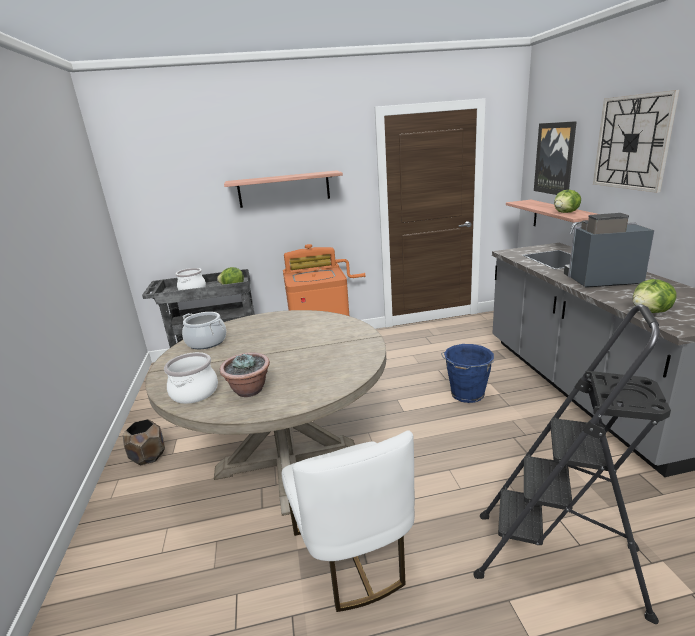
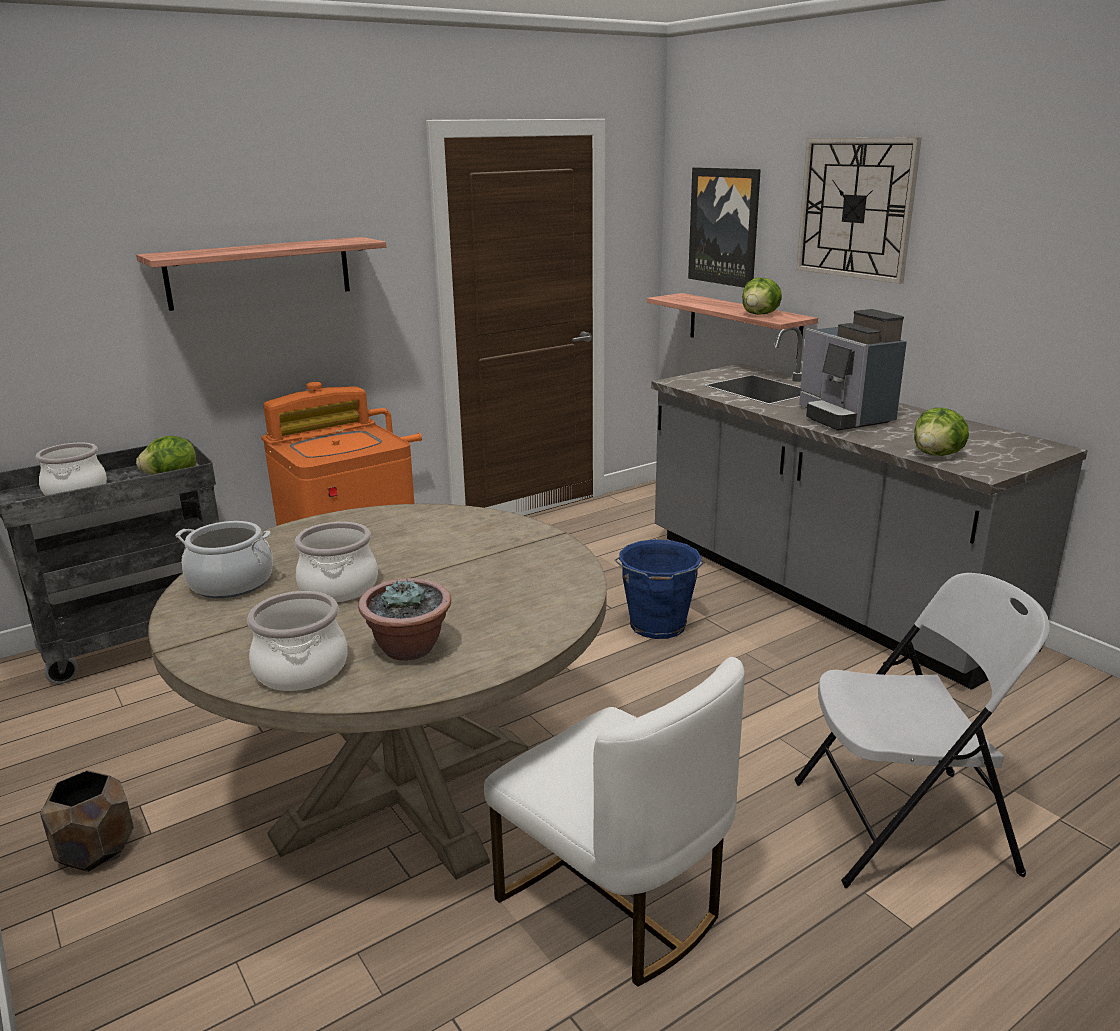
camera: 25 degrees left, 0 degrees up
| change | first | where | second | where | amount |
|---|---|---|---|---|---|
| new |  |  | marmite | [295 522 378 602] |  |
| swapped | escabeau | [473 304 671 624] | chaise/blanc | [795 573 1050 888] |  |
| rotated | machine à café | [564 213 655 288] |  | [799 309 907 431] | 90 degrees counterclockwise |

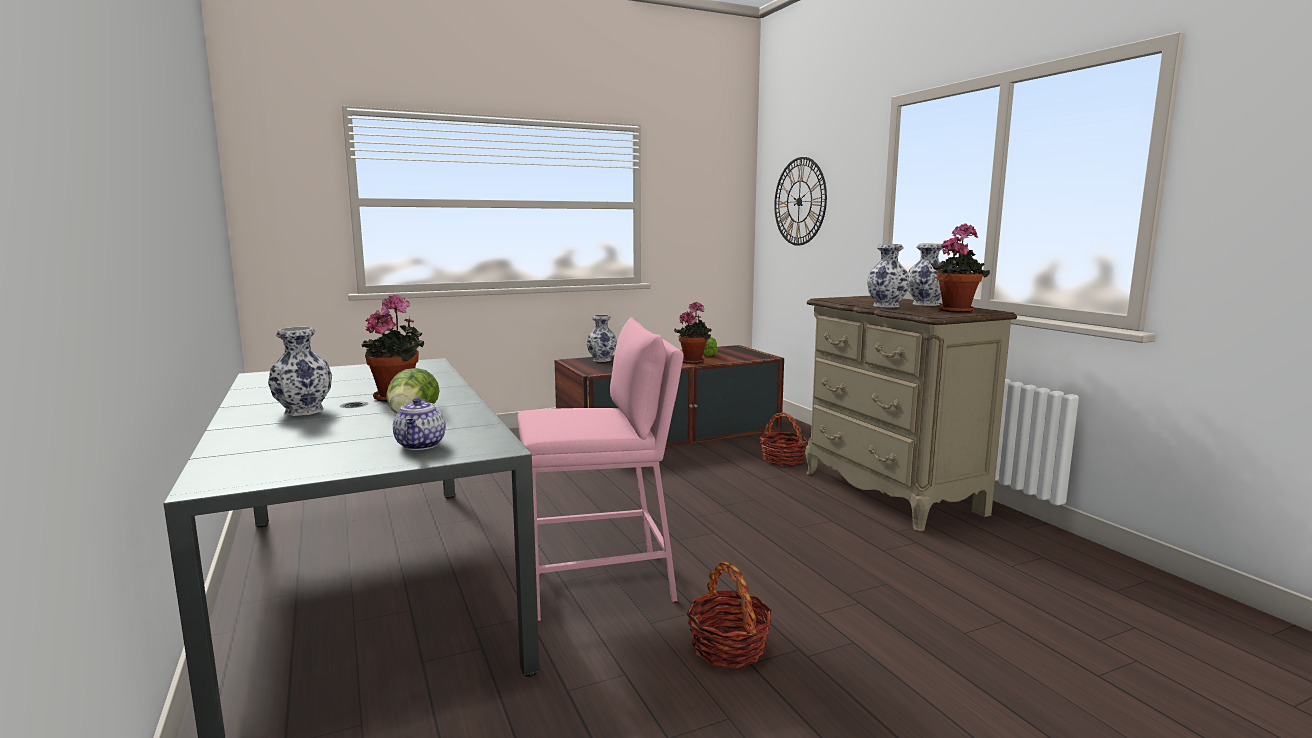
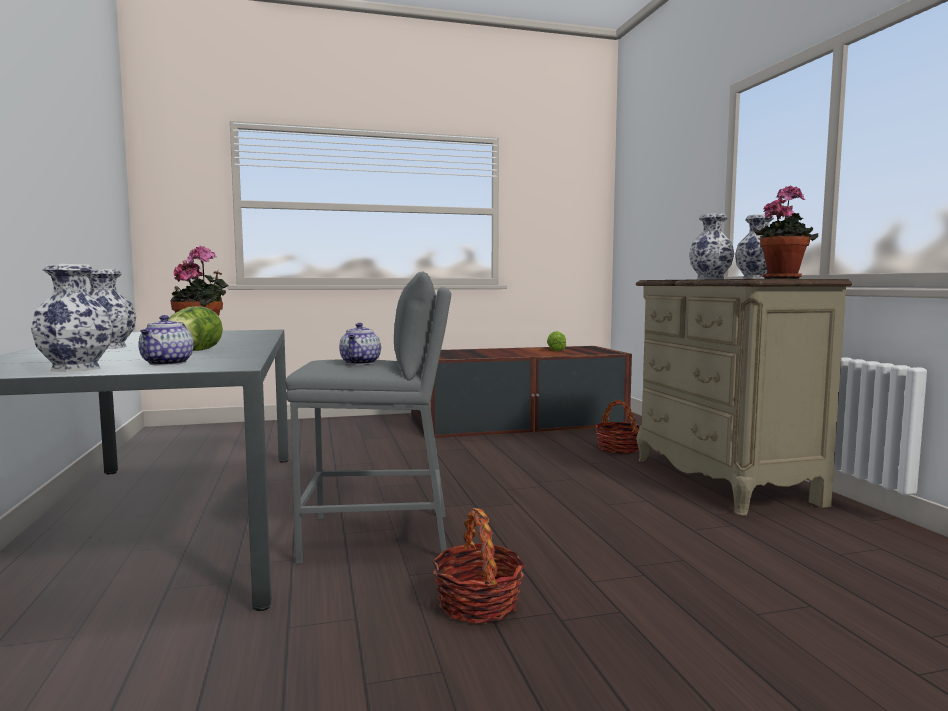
camera: 10 degrees right, 5 degrees down
| change | first | where | second | where | amount |
|---|---|---|---|---|---|
| gone | plante en pot | [674 302 711 364] |  |  |  |
| gone | horloge murale | [774 157 827 246] |  |  |  |
| new |  |  | théière | [339 323 381 365] |  |
| shifted | vase | [587 315 617 362] |  | [31 264 113 372] |  |
| repainted | tabouret/rose | [518 317 684 621] | tabouret/gris | [285 271 451 564] |  |

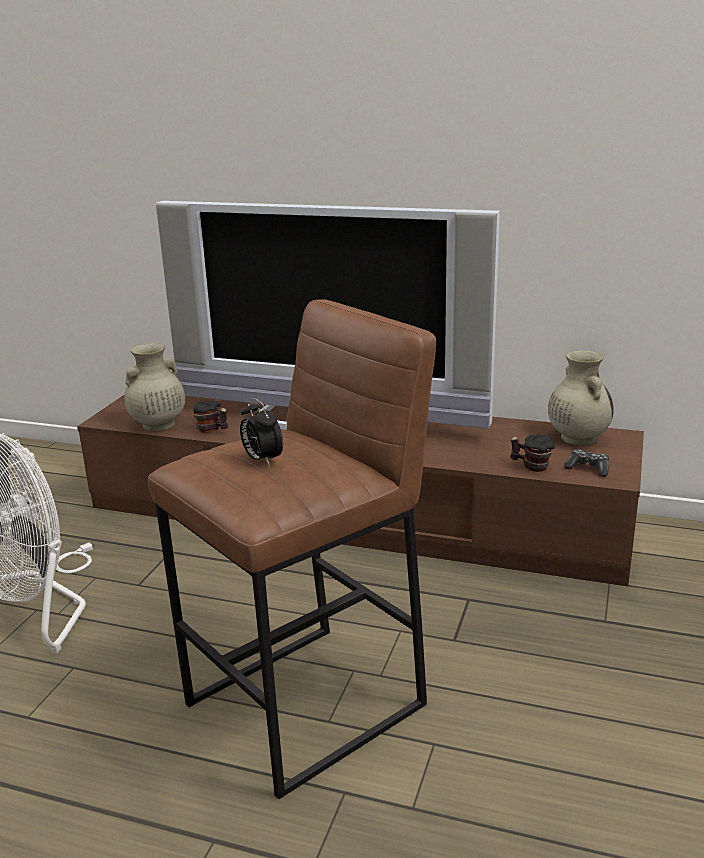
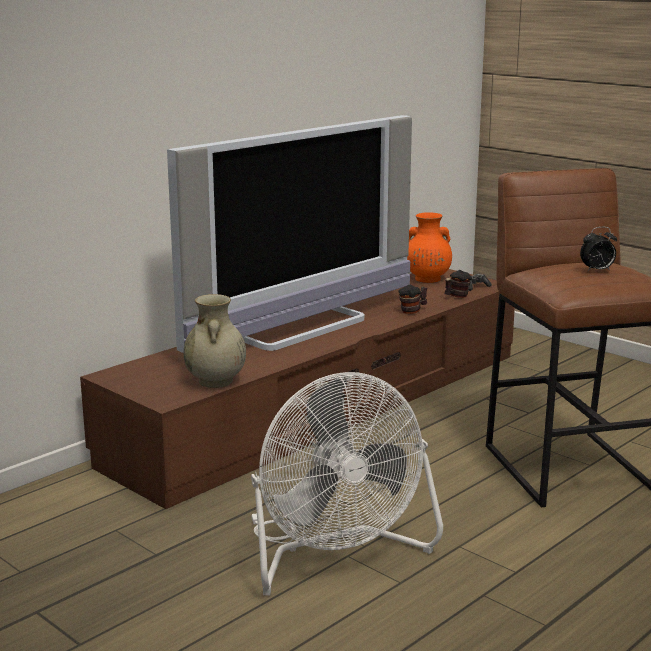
camera: 65 degrees left, 5 degrees down
| change | first | where | second | where | amount |
|---|---|---|---|---|---|
| shifted | mug | [193 401 228 433] |  | [398 285 427 314] |  |
| repainted | vase/beige | [548 350 614 445] | vase/orange | [407 212 452 283] |  |

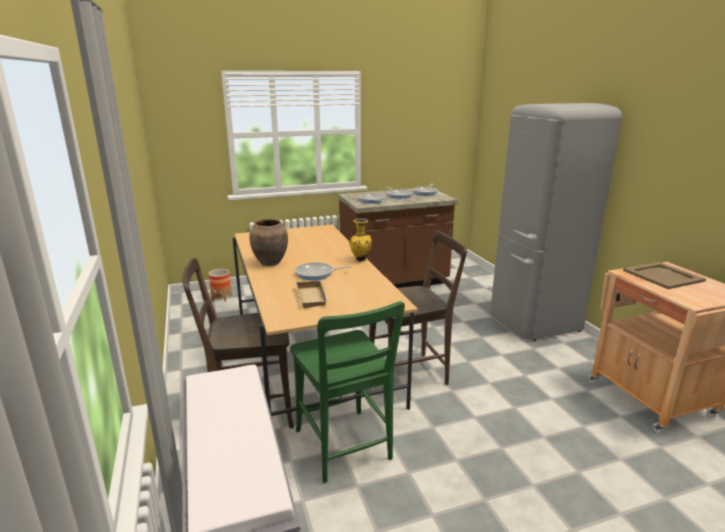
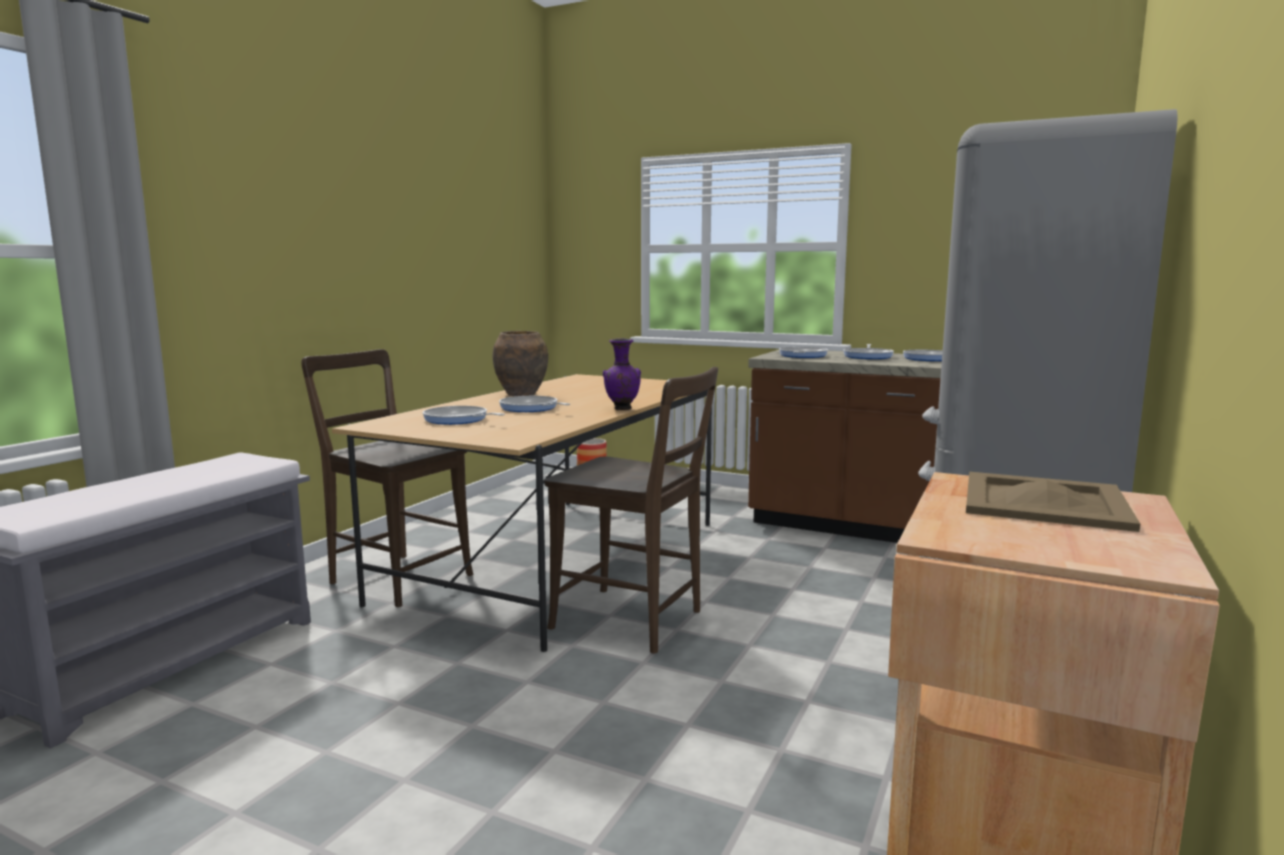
camera: 45 degrees right, 10 degrees down
| change | first | where | second | where | amount |
|---|---|---|---|---|---|
| gone | chaise/vert | [290 301 405 483] |  |  |  |
| swapped | plateau/beige | [295 280 329 308] | poêle | [422 406 505 425] |  |
| repainted | vase/jaune | [349 218 372 262] | vase/violet | [603 338 641 410] |  |

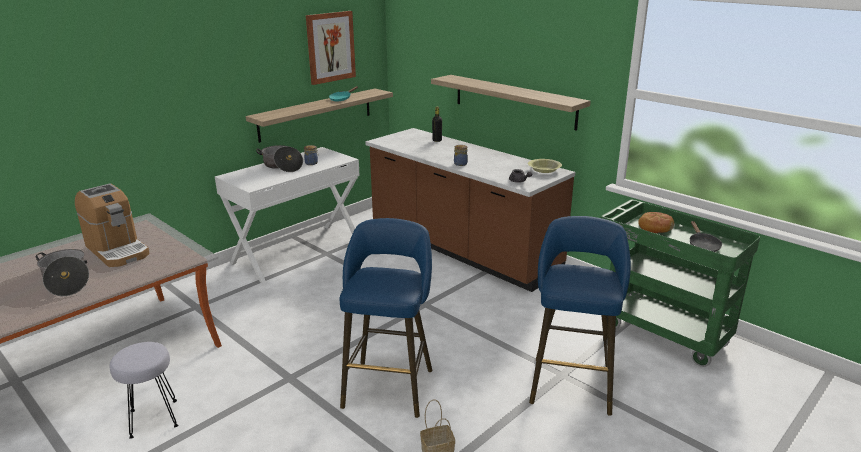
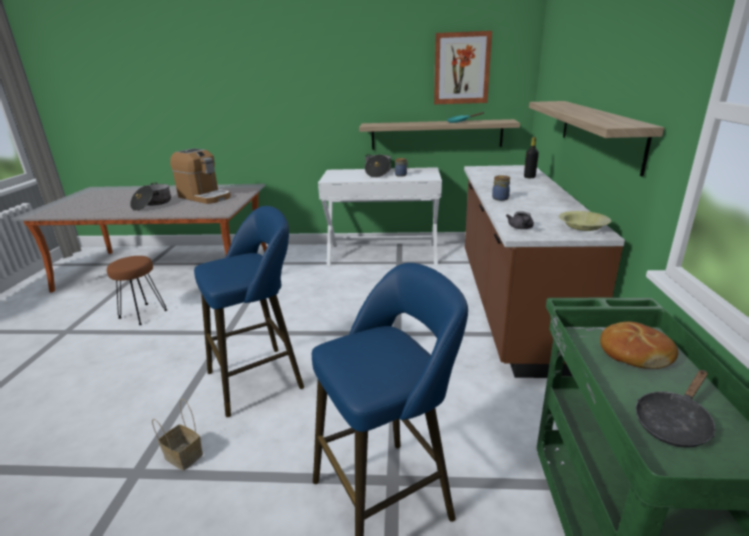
camera: 50 degrees right, 0 degrees up
| change | first | where | second | where | amount |
|---|---|---|---|---|---|
| repainted | tabouret/gris | [110 342 178 439] | tabouret/marron | [107 256 167 325] |  |
| rotated | machine à café | [75 183 150 267] |  | [170 148 231 204] | 60 degrees counterclockwise |

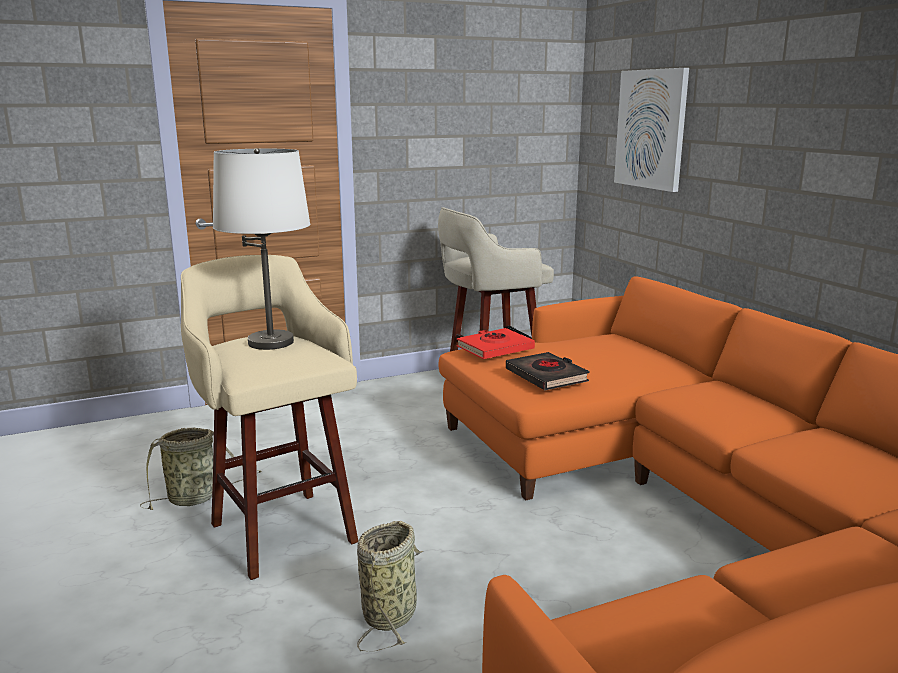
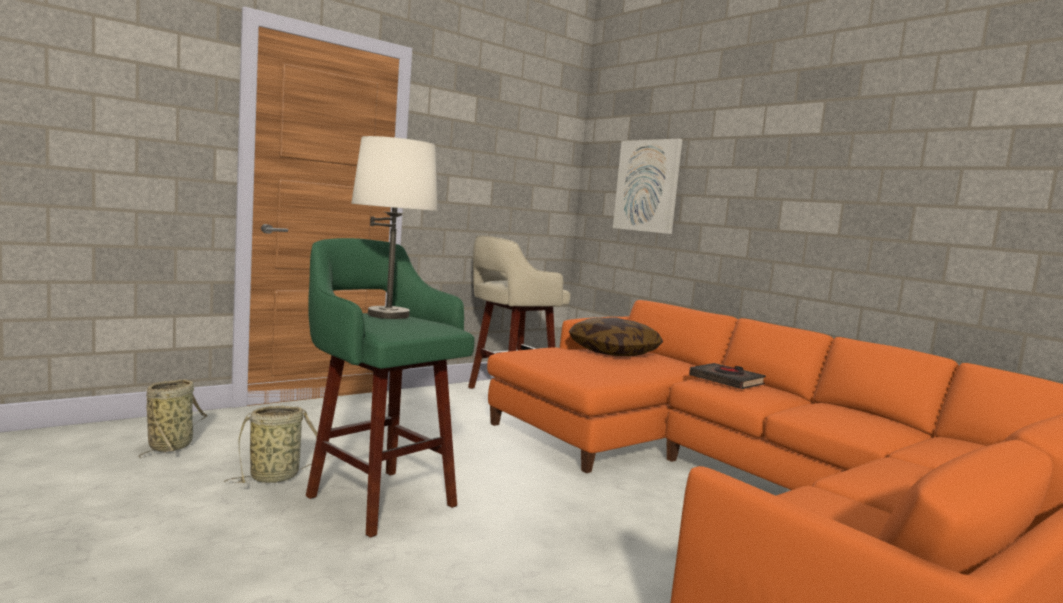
camera: 15 degrees left, 10 degrees down
| change | first | where | second | where | amount |
|---|---|---|---|---|---|
| gone | livre/rouge | [457 328 535 359] |  |  |  |
| new |  |  | coussin | [569 317 663 356] |  |
| shifted | panier | [357 521 423 651] |  | [139 379 207 458] |  |
| shifted | livre/noir | [506 352 590 390] |  | [689 363 766 389] |  |
| repainted | tabouret/beige | [181 255 358 580] | tabouret/vert | [306 238 475 538] |  |

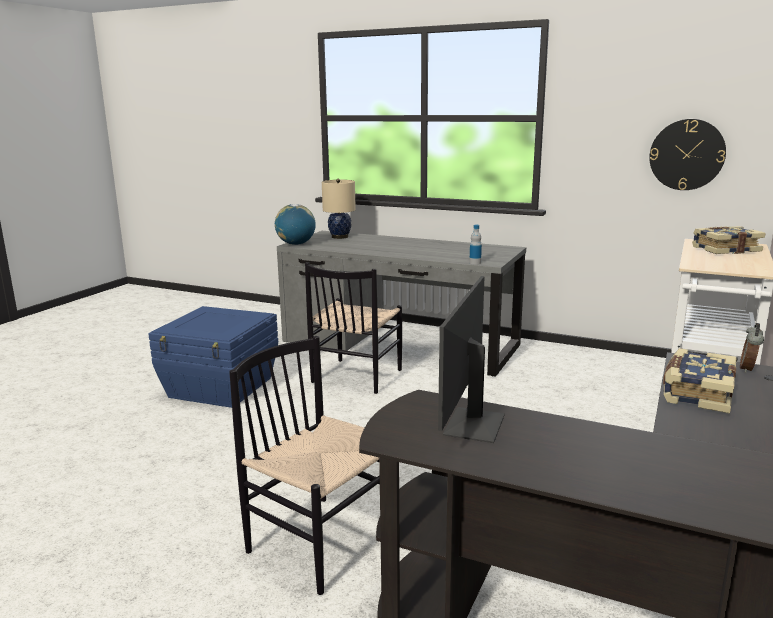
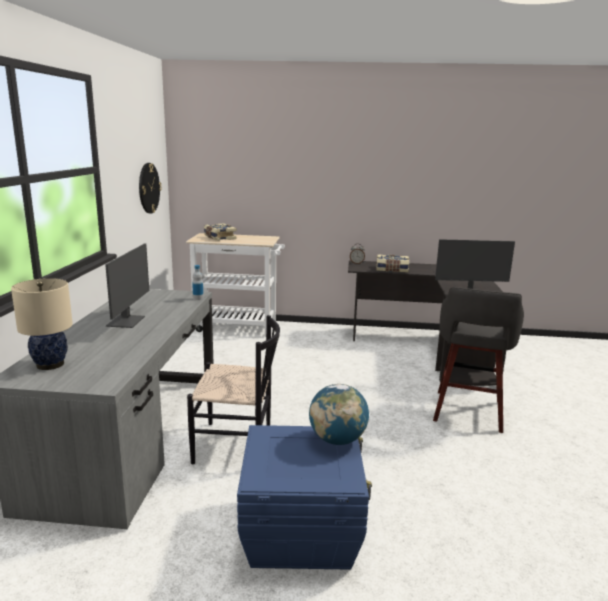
camera: 110 degrees left, 0 degrees up
| change | first | where | second | where | amount |
|---|---|---|---|---|---|
| new |  |  | écran d'ordinateur | [105 243 149 328] |  |
| shifted | globe | [275 204 316 245] |  | [309 384 369 445] |  |
| swapped | chaise/noir | [229 336 380 595] | tabouret/gris | [433 287 524 433] |  |

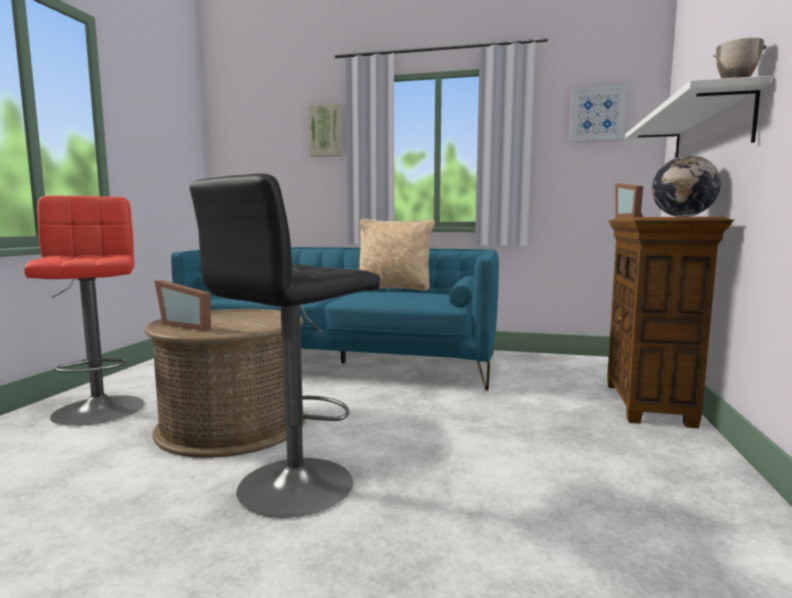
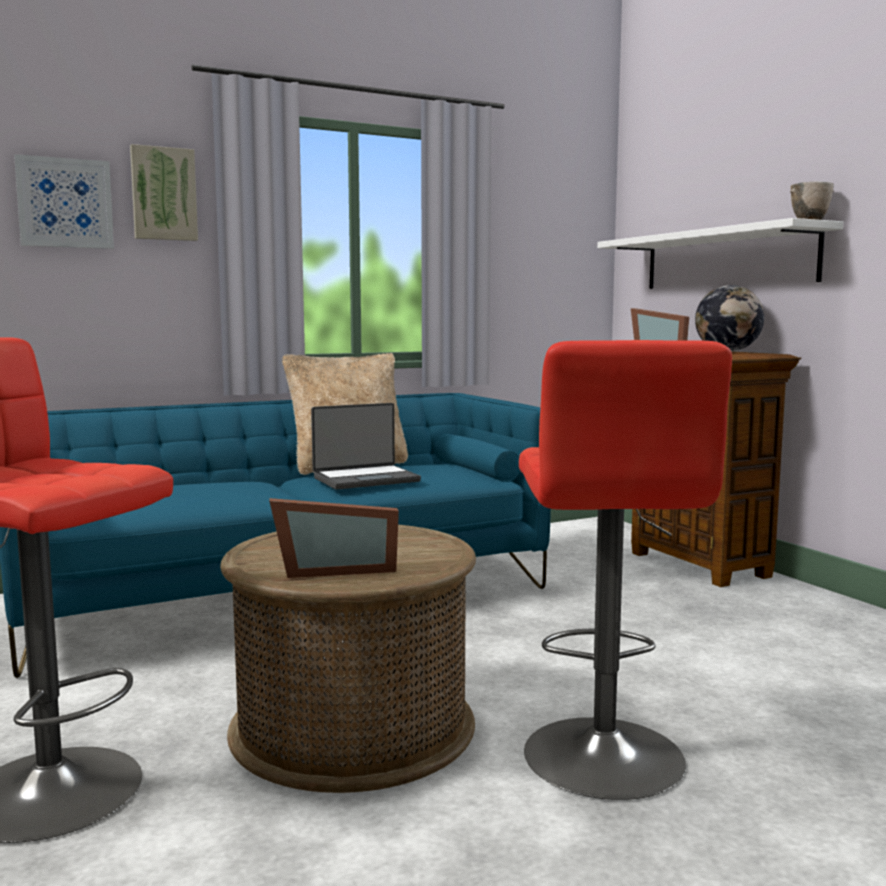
camera: 40 degrees left, 0 degrees up
| change | first | where | second | where | amount |
|---|---|---|---|---|---|
| new |  |  | ordinateur portable | [311 403 421 490] |  |
| shifted | tableau | [569 85 627 142] |  | [14 154 114 249] |  |
| repainted | tabouret/noir | [189 173 380 518] | tabouret/rouge | [519 340 732 800] |  |

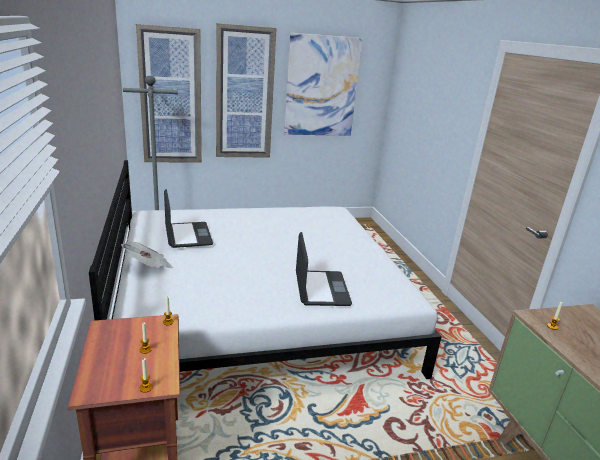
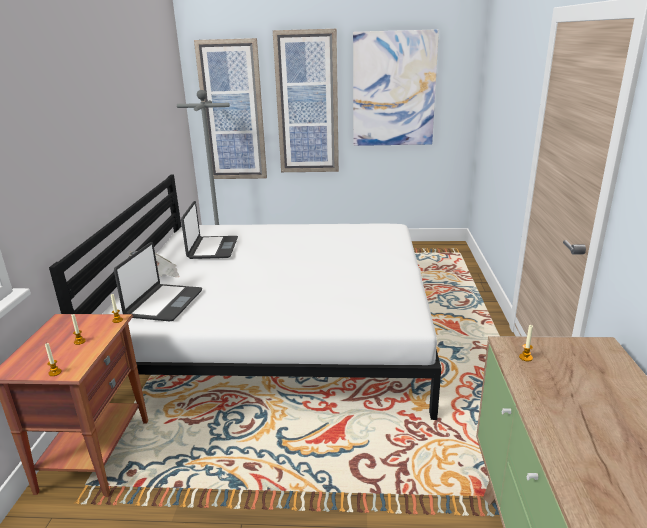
camera: 20 degrees right, 0 degrees up
| change | first | where | second | where | amount |
|---|---|---|---|---|---|
| shifted | ordinateur portable | [296 232 352 306] |  | [114 242 202 321] |  |

